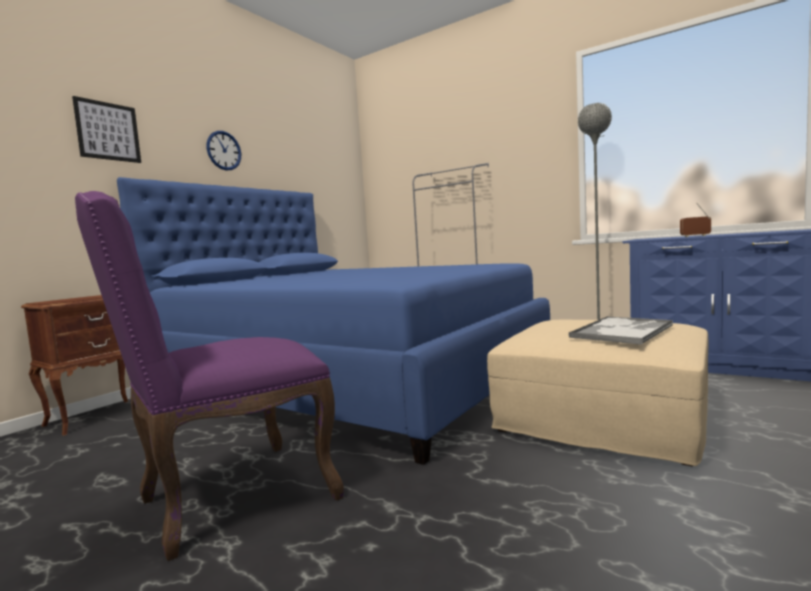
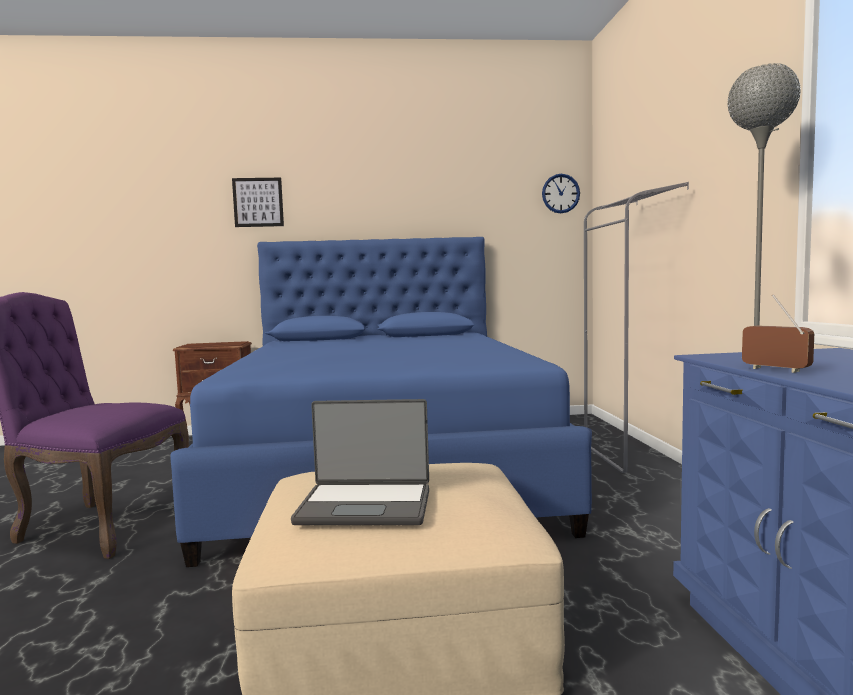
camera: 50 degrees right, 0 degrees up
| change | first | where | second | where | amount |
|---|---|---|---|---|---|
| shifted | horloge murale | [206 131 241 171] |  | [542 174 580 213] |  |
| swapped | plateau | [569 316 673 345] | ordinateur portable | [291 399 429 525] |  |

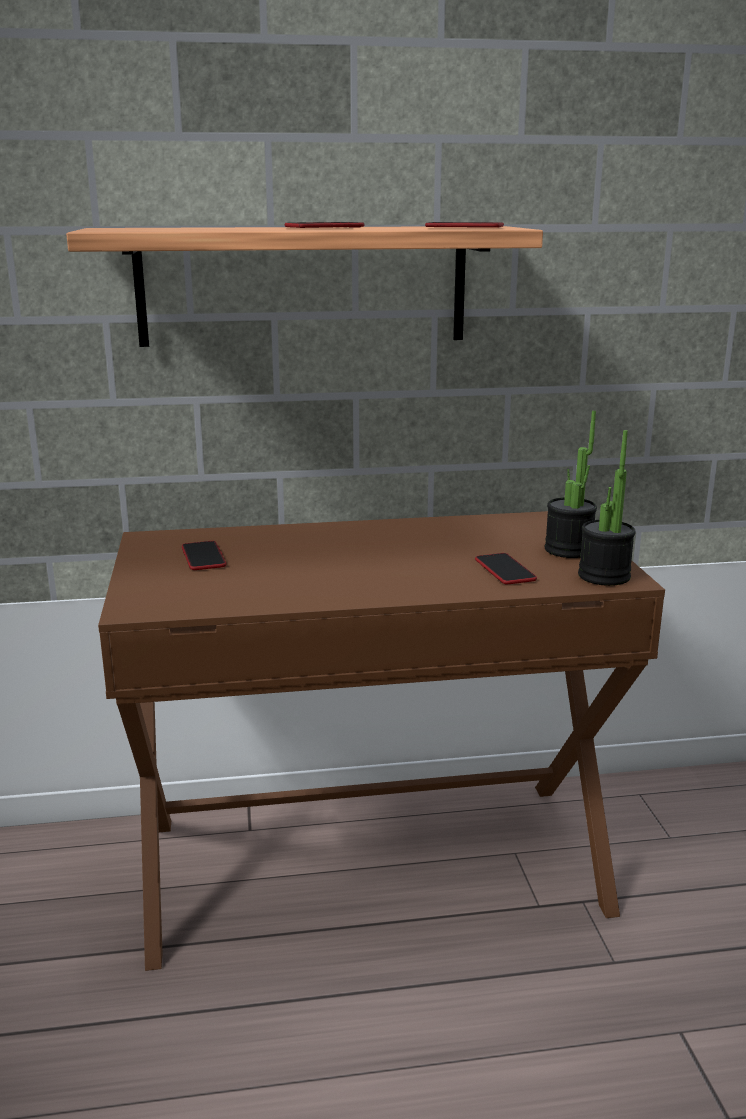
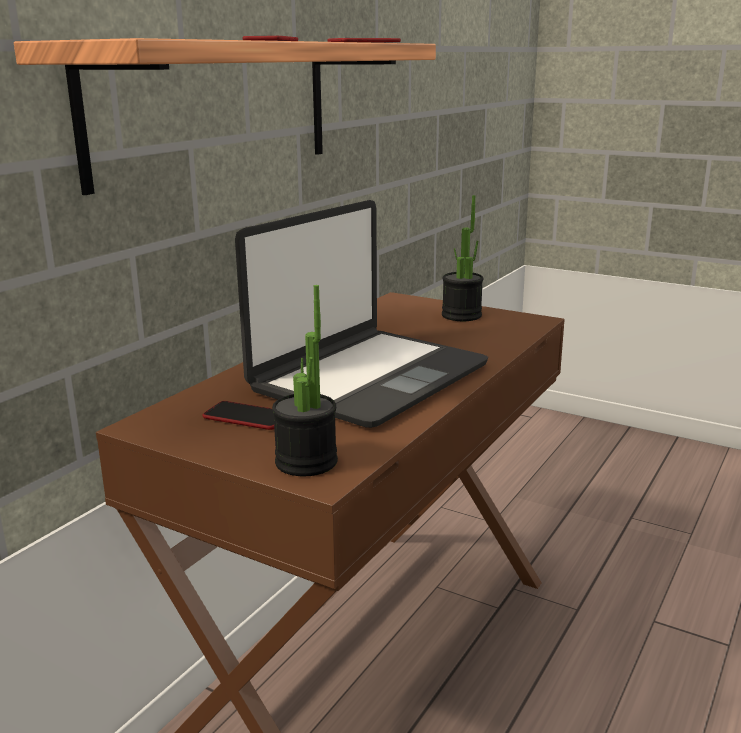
camera: 50 degrees left, 0 degrees up
| change | first | where | second | where | amount |
|---|---|---|---|---|---|
| gone | téléphone | [475 553 537 584] |  |  |  |
| new |  |  | ordinateur portable | [235 200 488 428] |  |
| shifted | plante en pot | [578 430 635 586] |  | [272 285 338 476] |  |

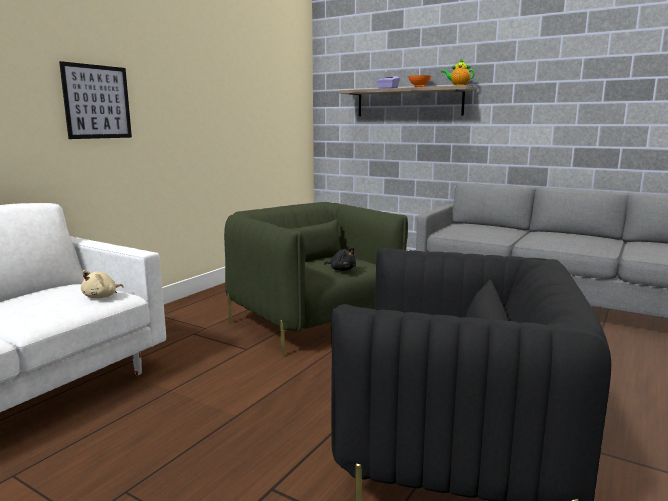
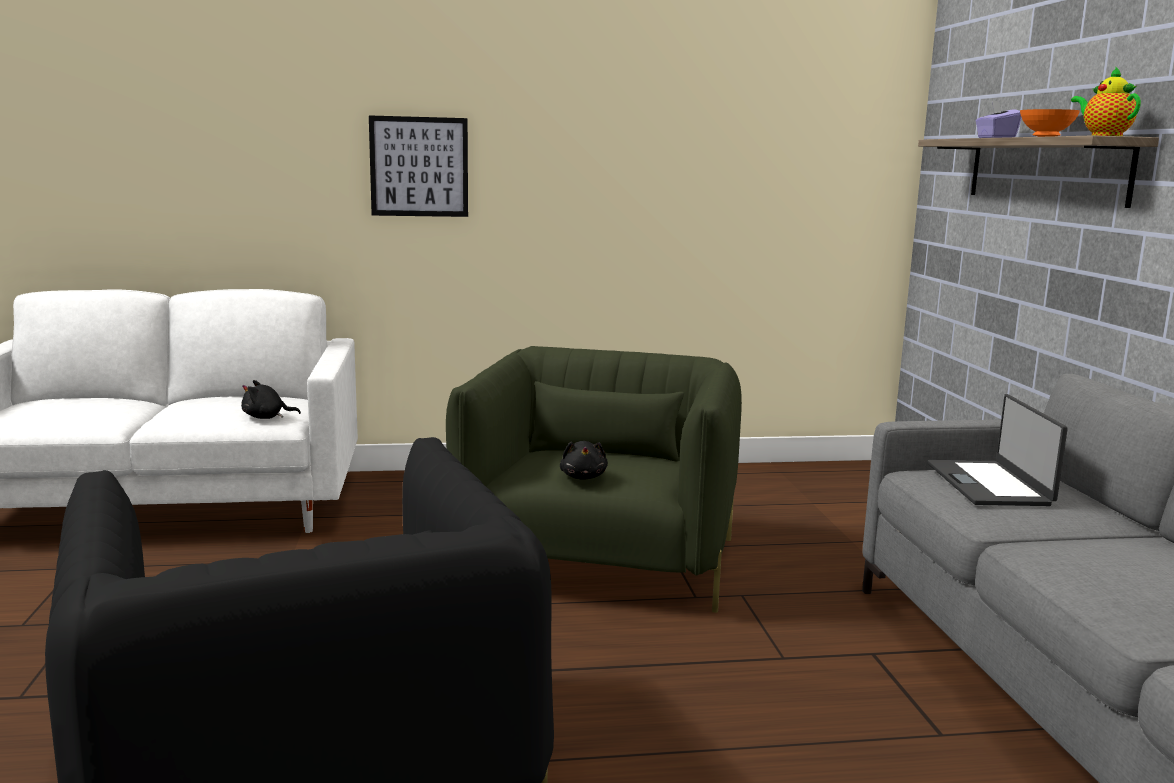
camera: 50 degrees right, 0 degrees up
| change | first | where | second | where | amount |
|---|---|---|---|---|---|
| new |  |  | ordinateur portable | [928 394 1068 506] |  |
| repainted | peluche/beige | [81 270 124 298] | peluche/noir | [241 380 301 419] |  |

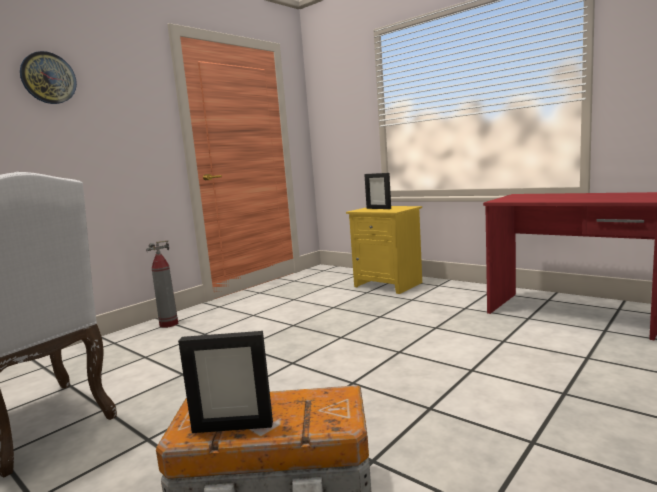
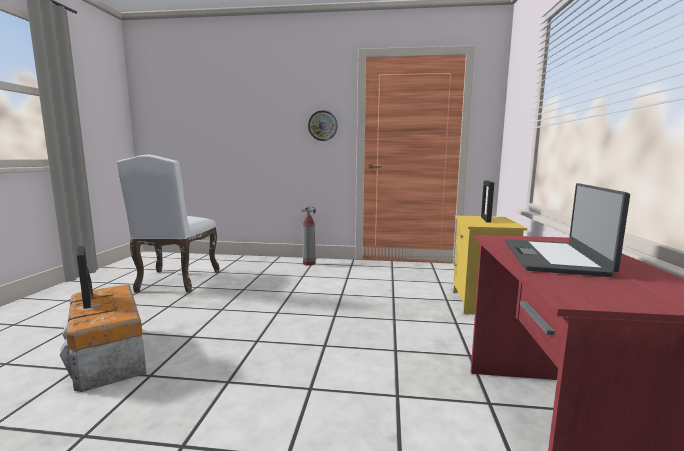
camera: 55 degrees right, 0 degrees up
| change | first | where | second | where | amount |
|---|---|---|---|---|---|
| new |  |  | ordinateur portable | [505 183 630 277] |  |
| shifted | horloge murale | [20 51 77 104] |  | [308 110 338 141] |  |

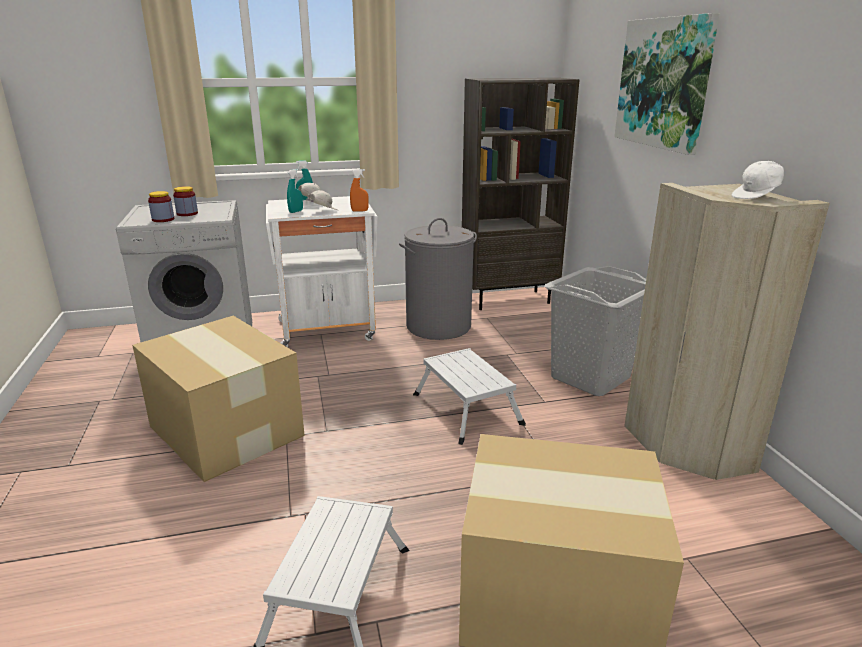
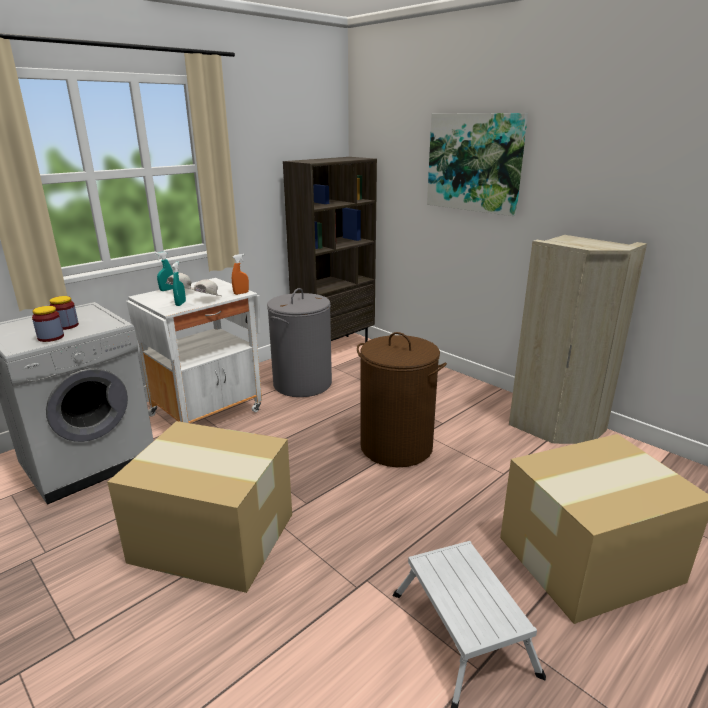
camera: 30 degrees left, 0 degrees up
| change | first | where | second | where | amount |
|---|---|---|---|---|---|
| gone | panier à linge/gris | [544 266 646 396] |  |  |  |
| gone | casquette/blanc | [732 161 784 199] |  |  |  |
| swapped | escabeau/blanc | [413 348 526 445] | panier à linge/marron | [357 332 447 467] |  |

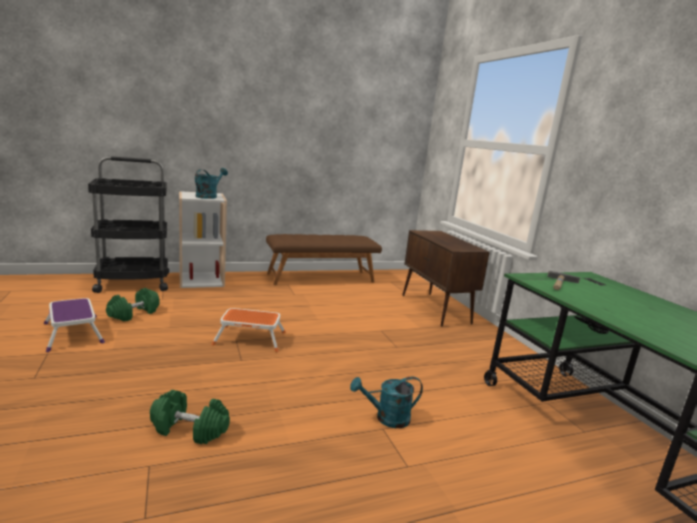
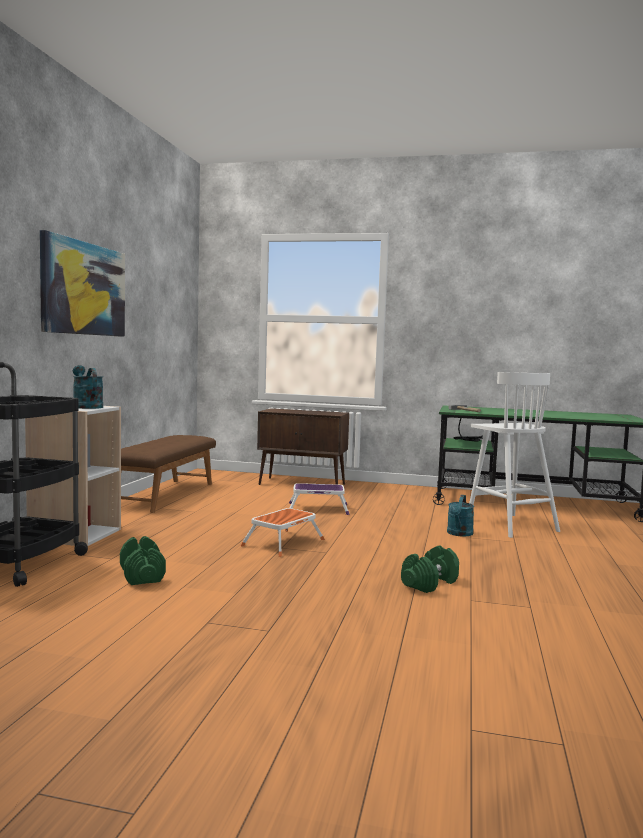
camera: 55 degrees left, 10 degrees down
| change | first | where | second | where | amount |
|---|---|---|---|---|---|
| new |  |  | tableau | [40 230 125 337] |  |
| new |  |  | tabouret/blanc | [469 372 560 538] |  |
| shifted | escabeau/violet | [44 298 105 352] |  | [289 483 350 515] |  |

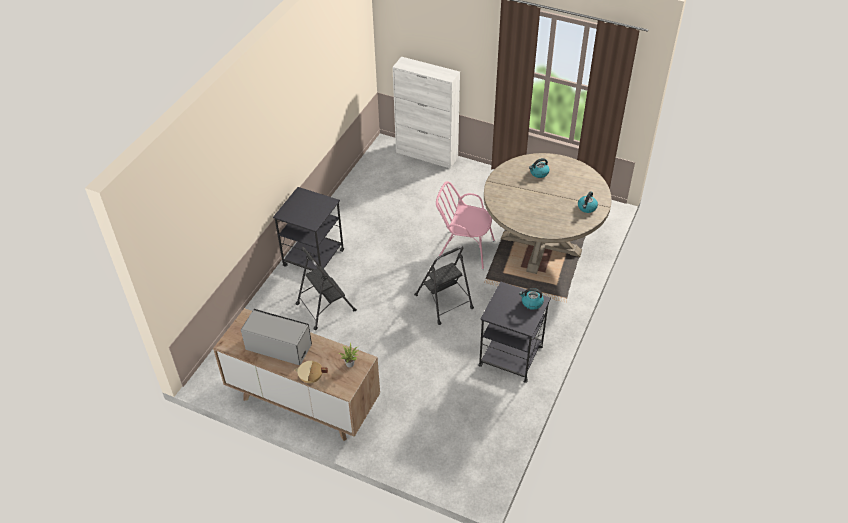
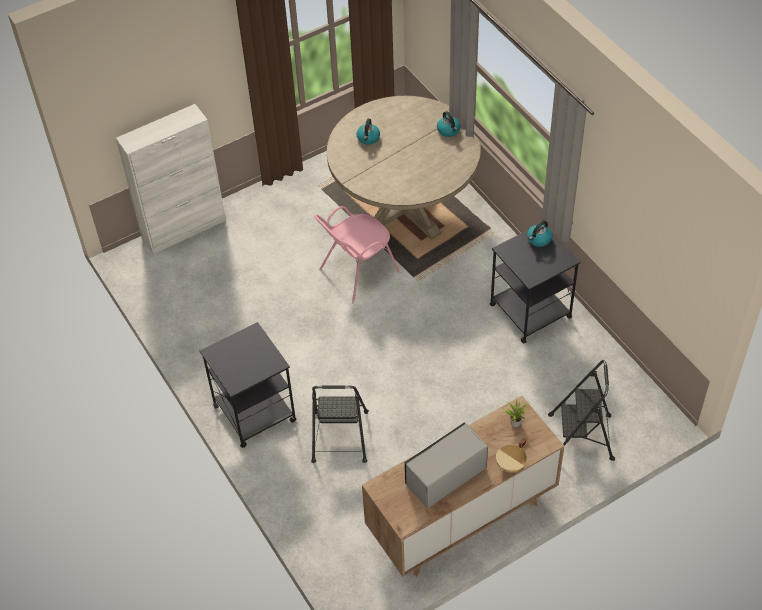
camera: 55 degrees left, 5 degrees up
| change | first | where | second | where | amount |
|---|---|---|---|---|---|
| shifted | escabeau/noir | [414 246 474 325] |  | [548 360 615 461] |  |

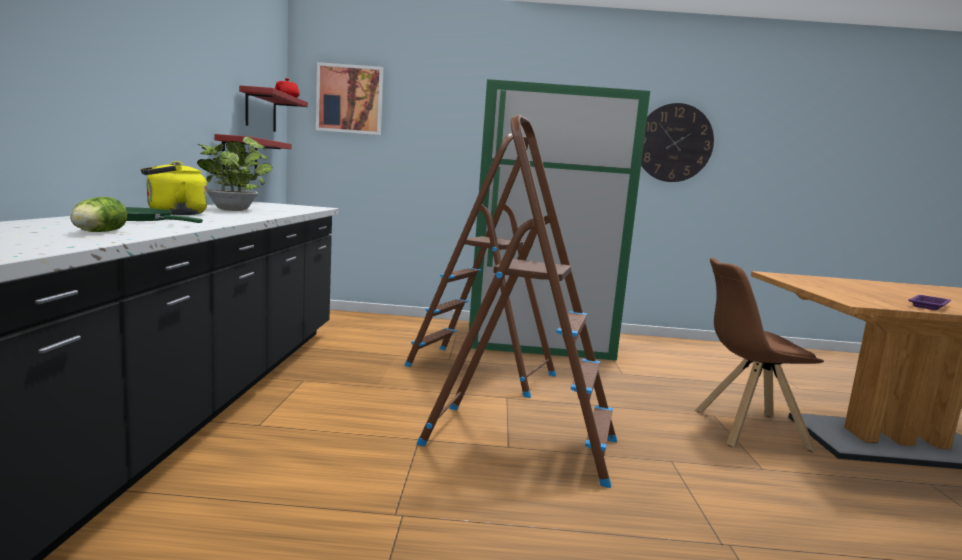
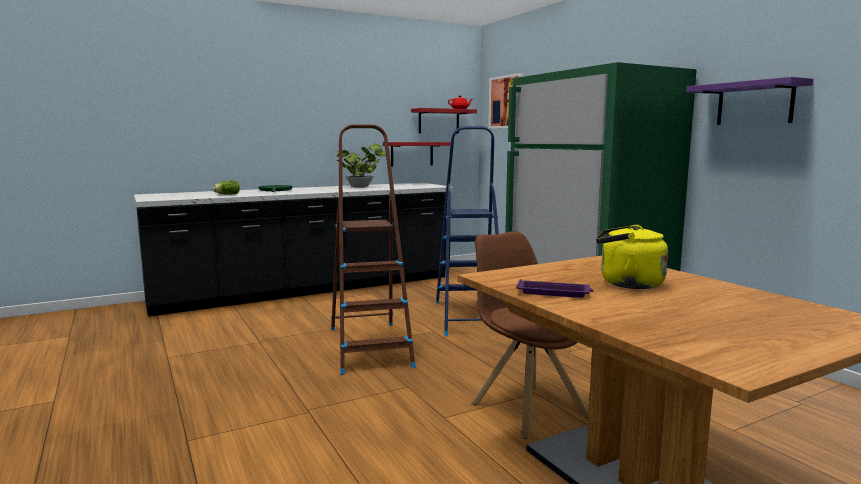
camera: 60 degrees right, 0 degrees up
| change | first | where | second | where | amount |
|---|---|---|---|---|---|
| shifted | bouilloire/jaune | [141 161 207 215] |  | [596 225 668 289] |  |
| swapped | horloge murale | [641 103 714 182] | étagère/violet | [686 77 814 125] |  |
| repainted | escabeau/marron | [404 133 556 398] | escabeau/bleu | [436 126 499 336] |  |

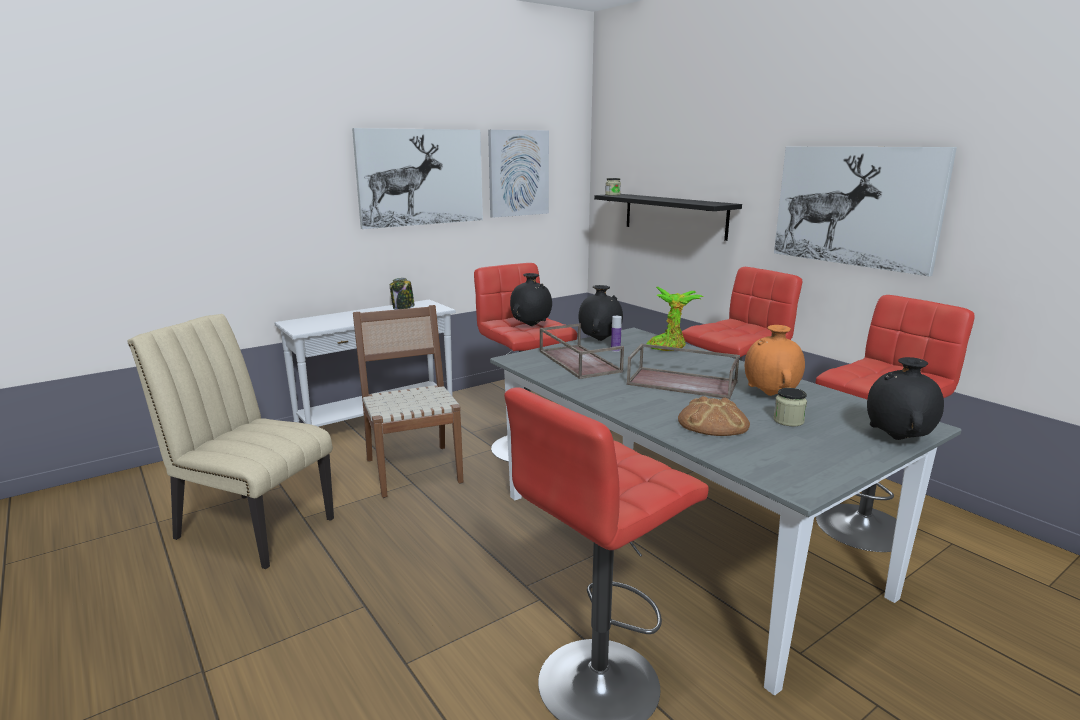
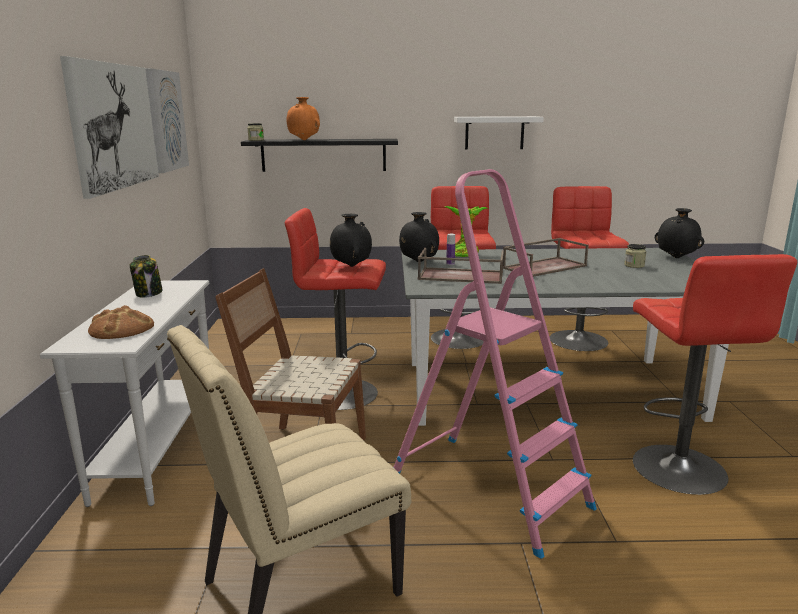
camera: 55 degrees left, 0 degrees up
| change | first | where | second | where | amount |
|---|---|---|---|---|---|
| new |  |  | escabeau/rose | [394 169 597 559] |  |
| shifted | pain | [678 396 750 436] |  | [88 305 154 339] |  |
| shifted | vase/orange | [745 325 805 396] |  | [286 97 320 140] |  |
| swapped | tableau | [774 147 957 276] | étagère/blanc | [454 116 544 150] |  |

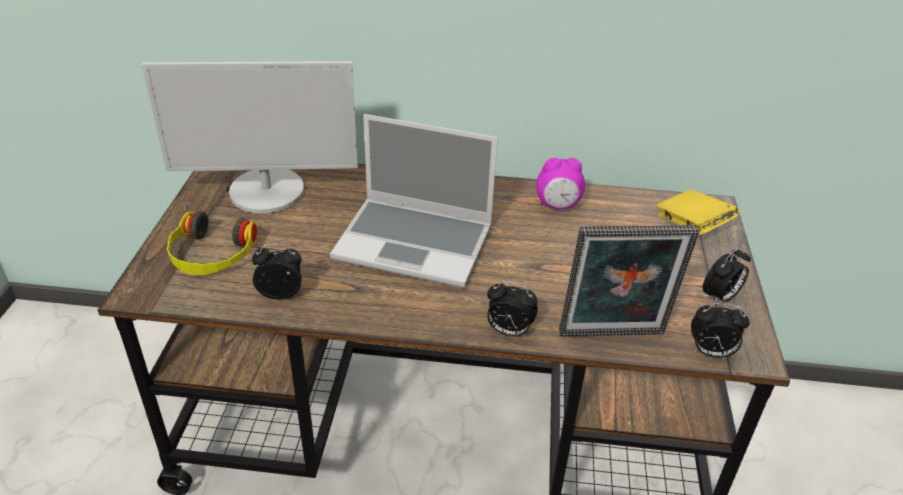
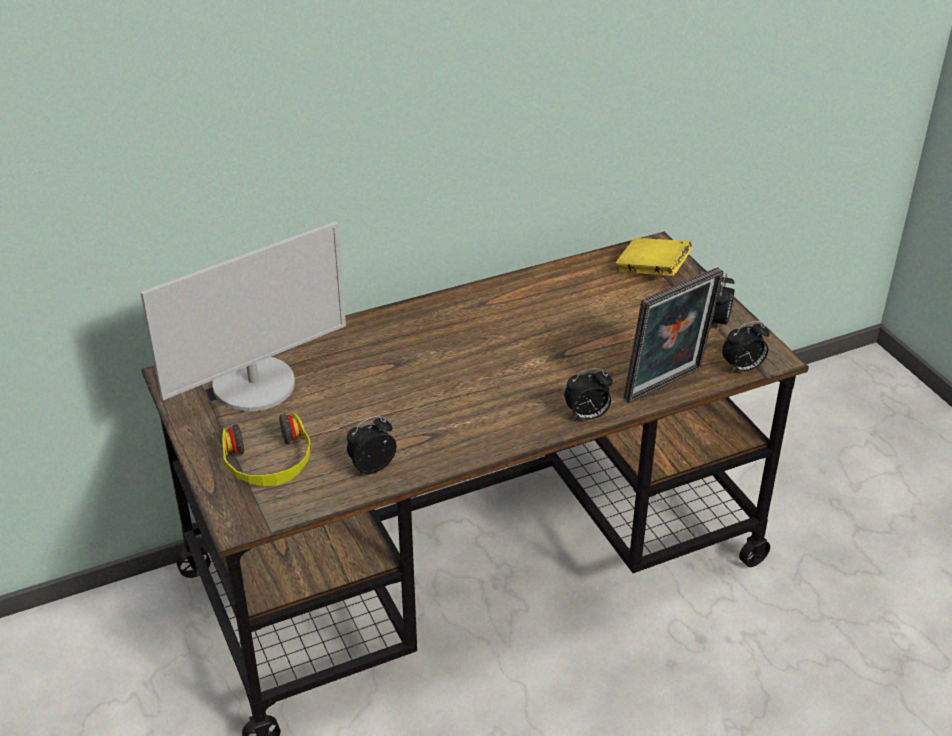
camera: 30 degrees left, 0 degrees up
| change | first | where | second | where | amount |
|---|---|---|---|---|---|
| gone | ordinateur portable | [330 114 498 288] |  |  |  |
| gone | réveil | [536 158 585 209] |  |  |  |

